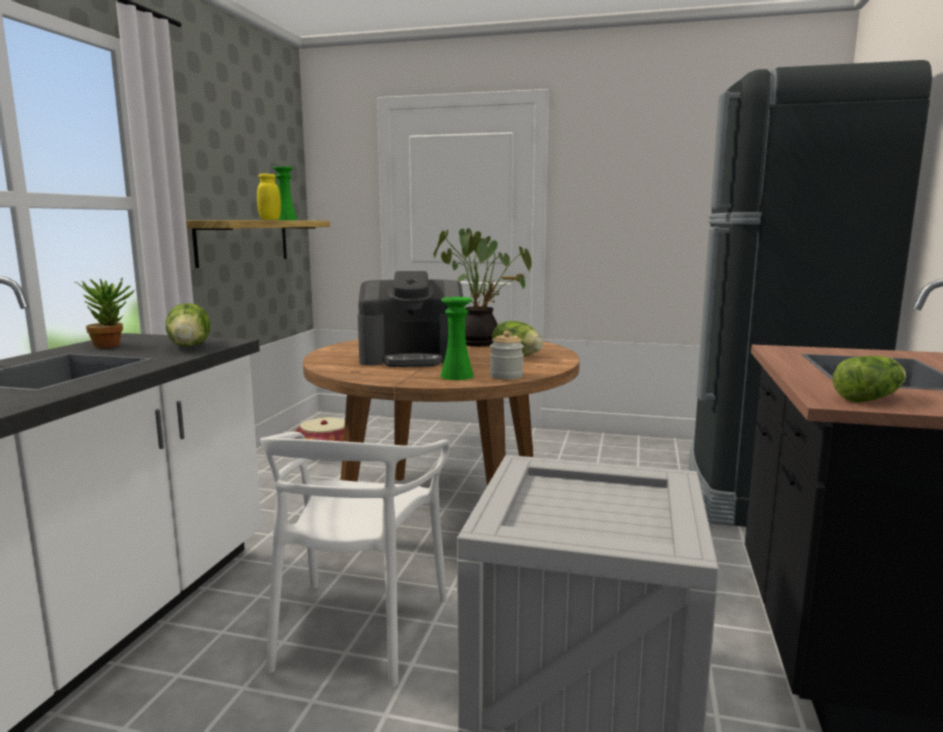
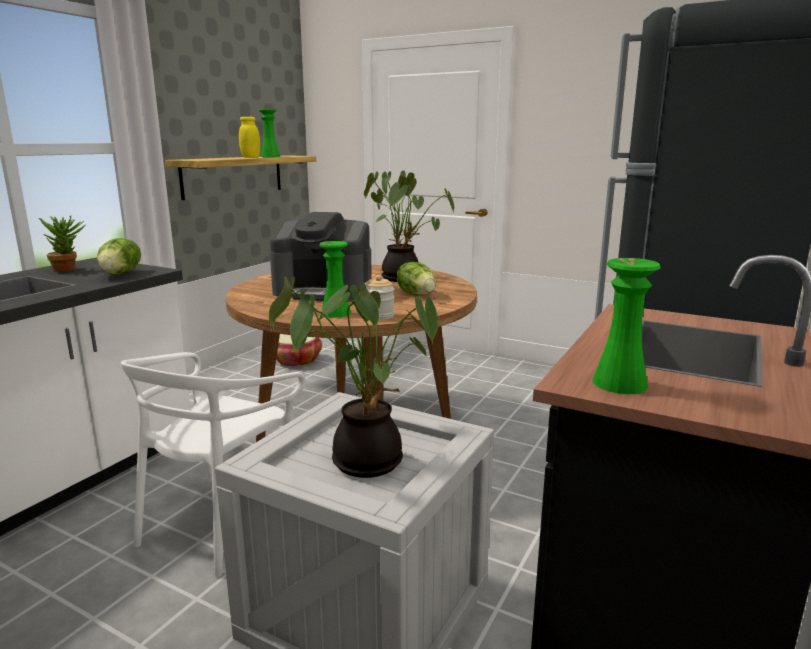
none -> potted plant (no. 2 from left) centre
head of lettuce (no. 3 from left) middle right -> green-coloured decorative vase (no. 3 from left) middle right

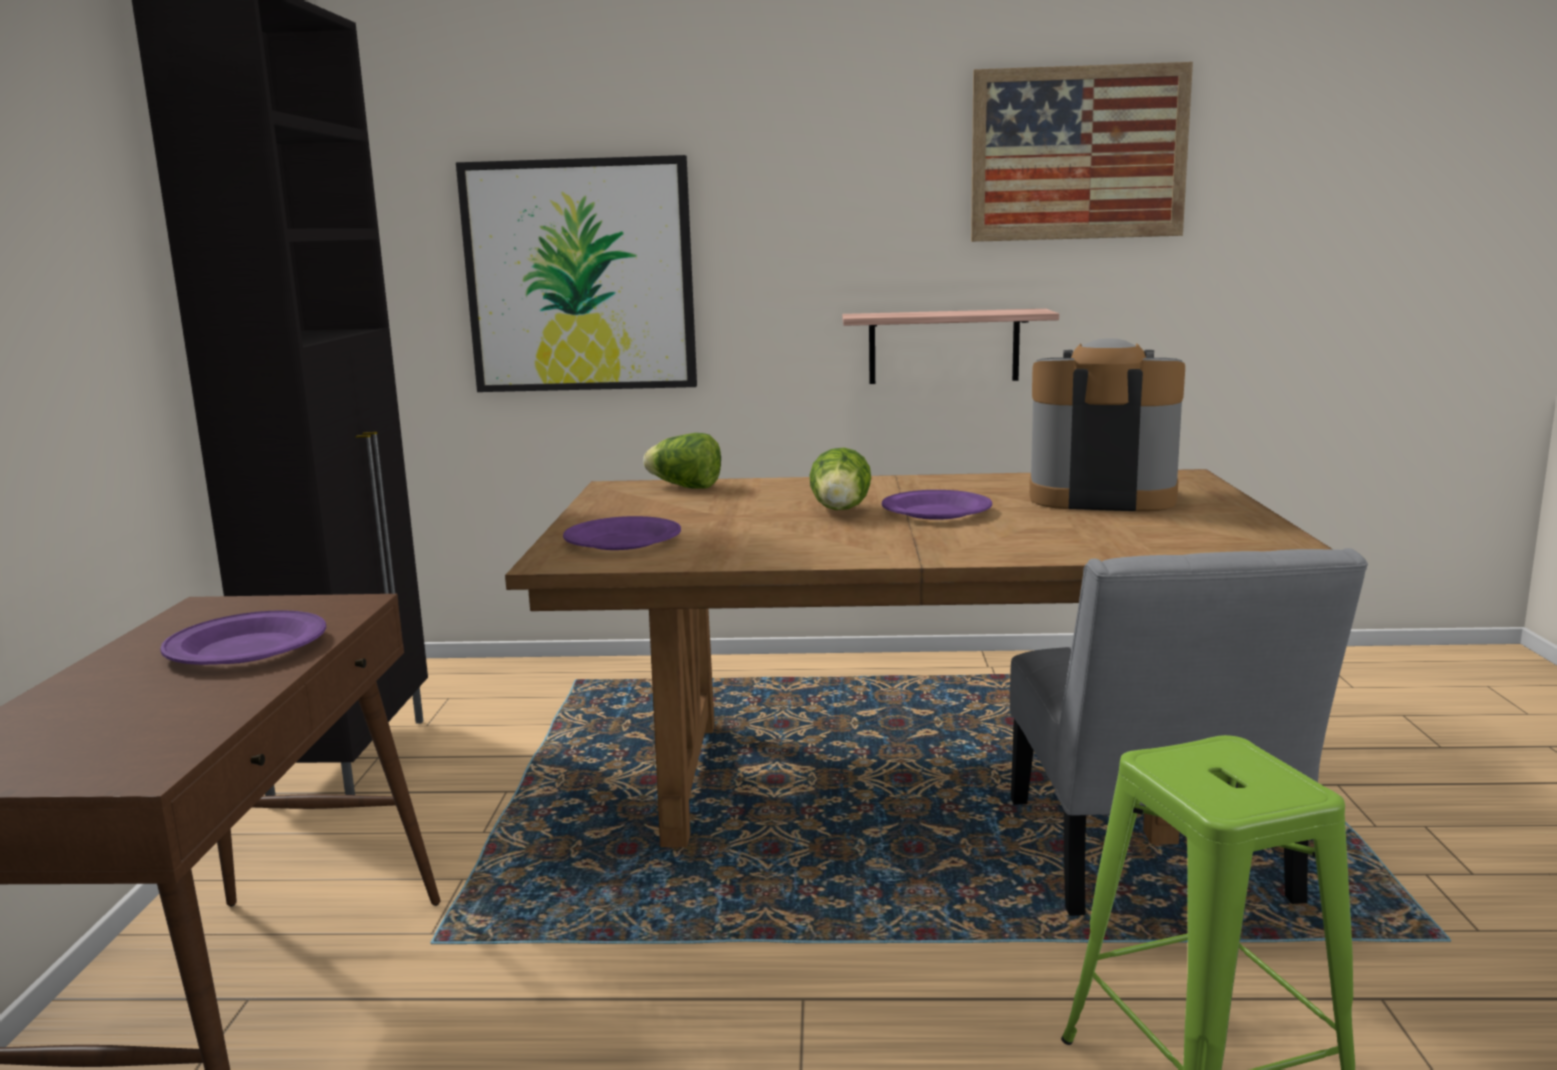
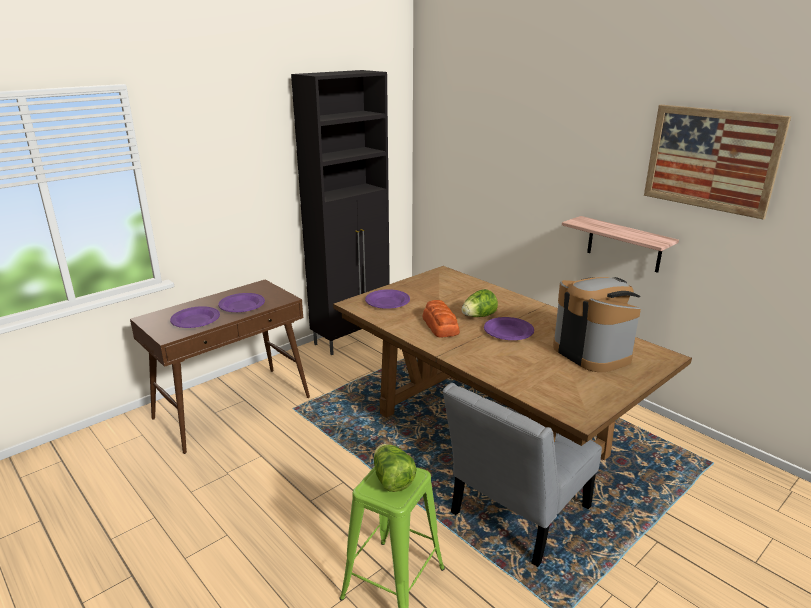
none -> purple flat dish (no. 1 from left) middle left
head of lettuce (no. 1 from left) centre -> head of lettuce (no. 1 from left) bottom centre, relocated
none -> baked bread centre
wall picture (no. 1 from left) top centre -> none

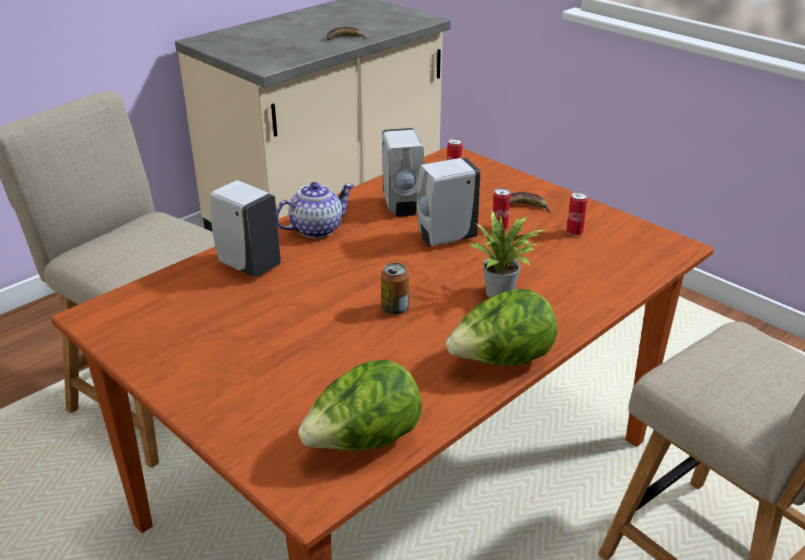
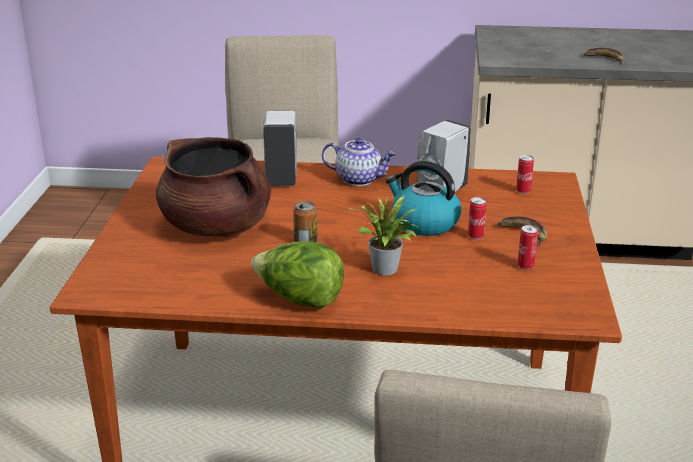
none -> brownish cooking pot middle left
white-coloured soap dispenser (no. 3 from left) centre -> water kettle centre
head of lettuce (no. 1 from left) bottom centre -> none

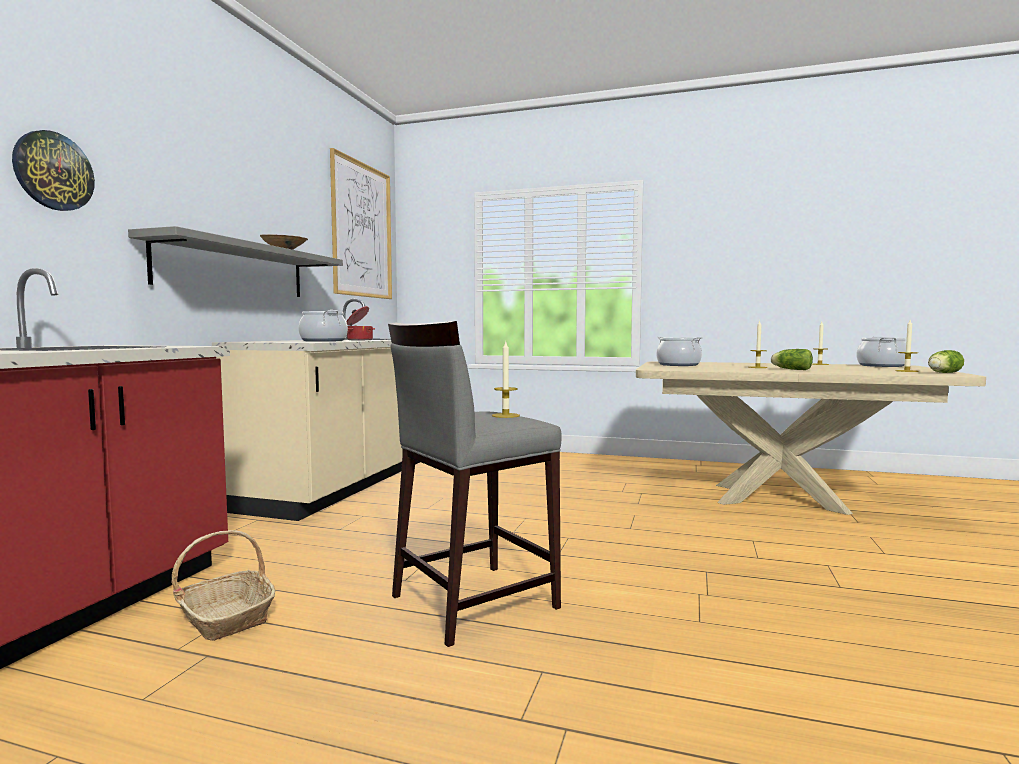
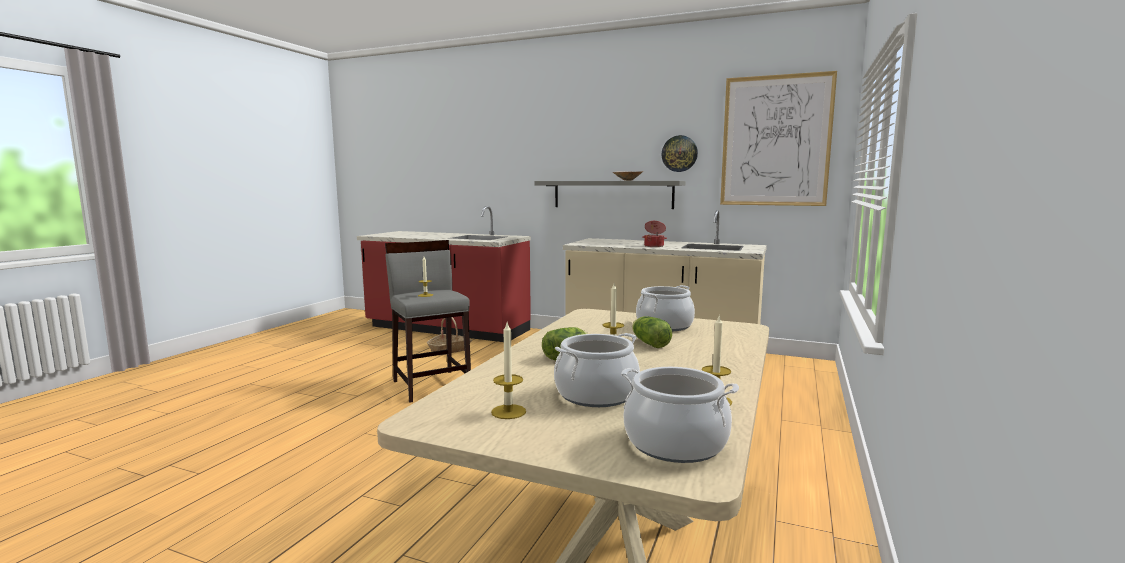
cooking pot (no. 1 from left) middle left -> cooking pot (no. 1 from left) centre, relocated
head of lettuce (no. 2 from left) middle right -> head of lettuce (no. 2 from left) centre, relocated
clock on the wall top left -> clock on the wall top centre, relocated

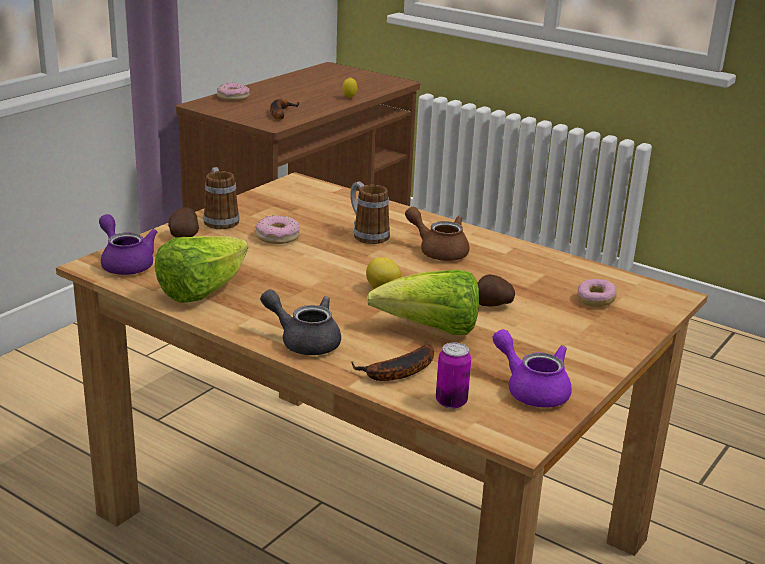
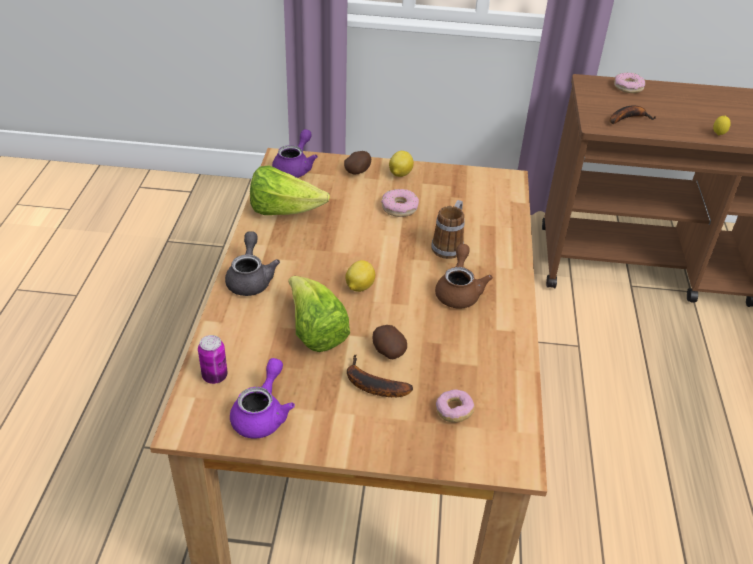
whole banana (no. 2 from left in the first image) centre -> whole banana (no. 1 from left) bottom centre, relocated
coffee mug (no. 1 from left) middle left -> citrus fruit (no. 2 from left) top centre

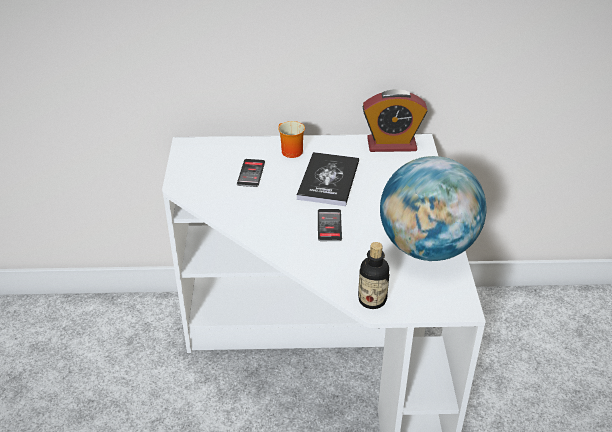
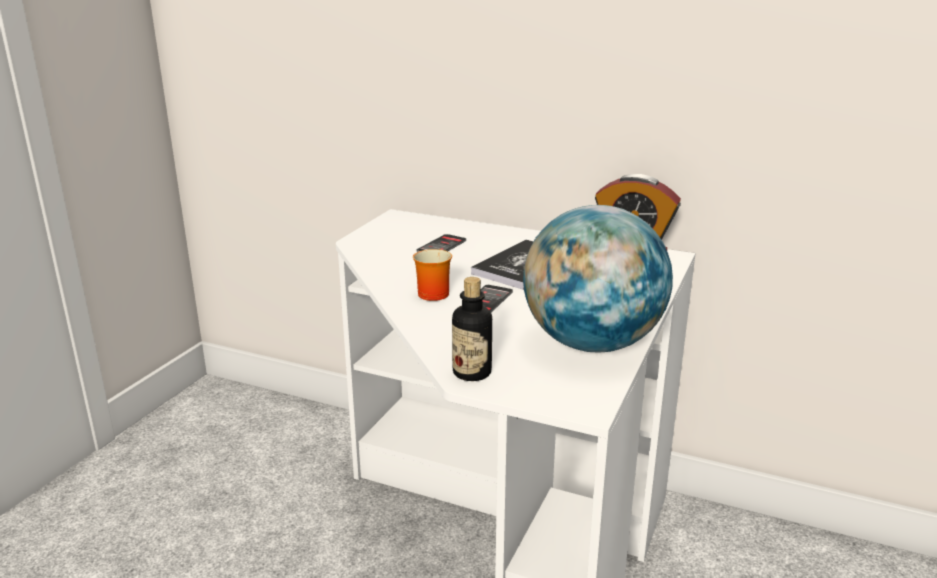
coffee mug top centre -> coffee mug centre, relocated

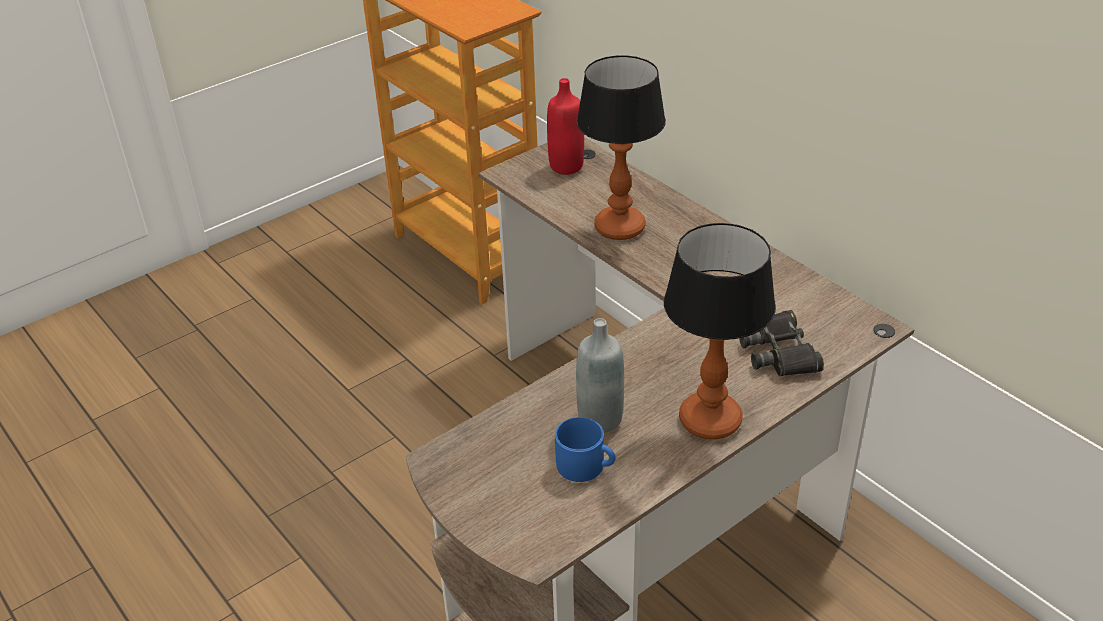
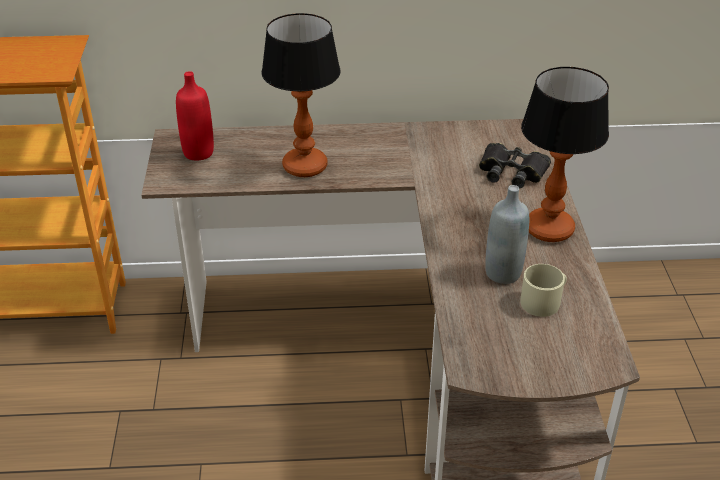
bluish coffee mug bottom centre -> sand-coloured coffee mug middle right

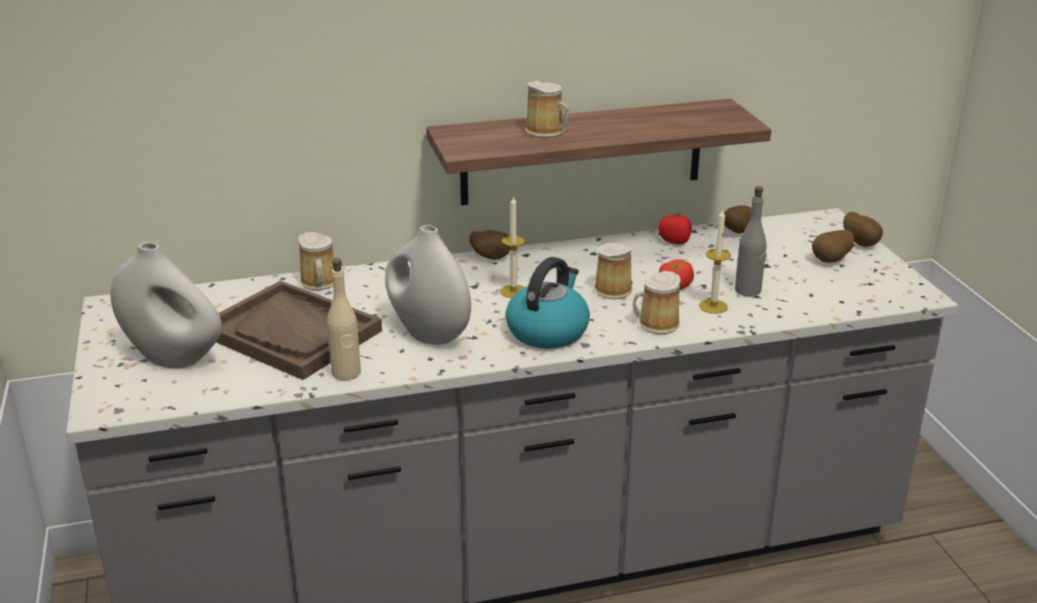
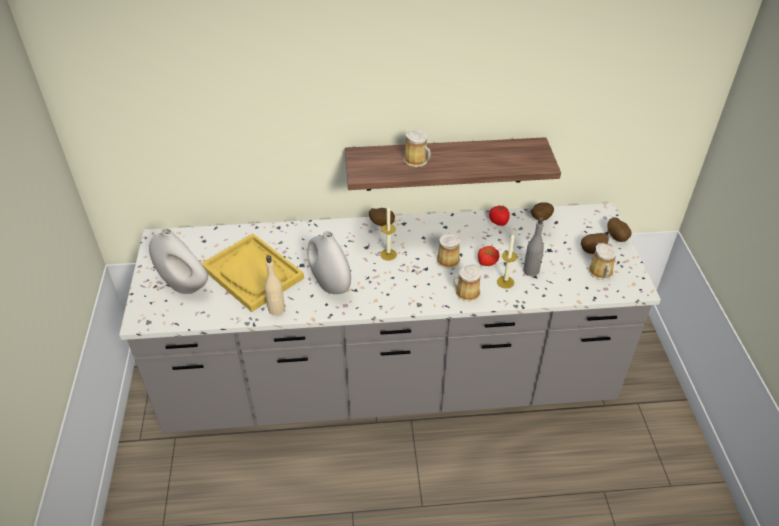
brownish serving tray middle left -> yellowish serving tray middle left
coffee mug (no. 1 from left in the first image) middle left -> coffee mug (no. 4 from left) middle right, relocated
water kettle centre -> none

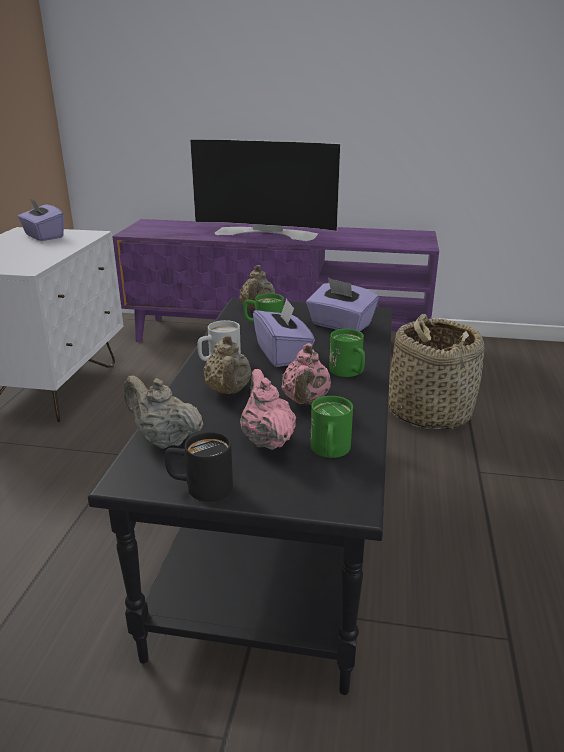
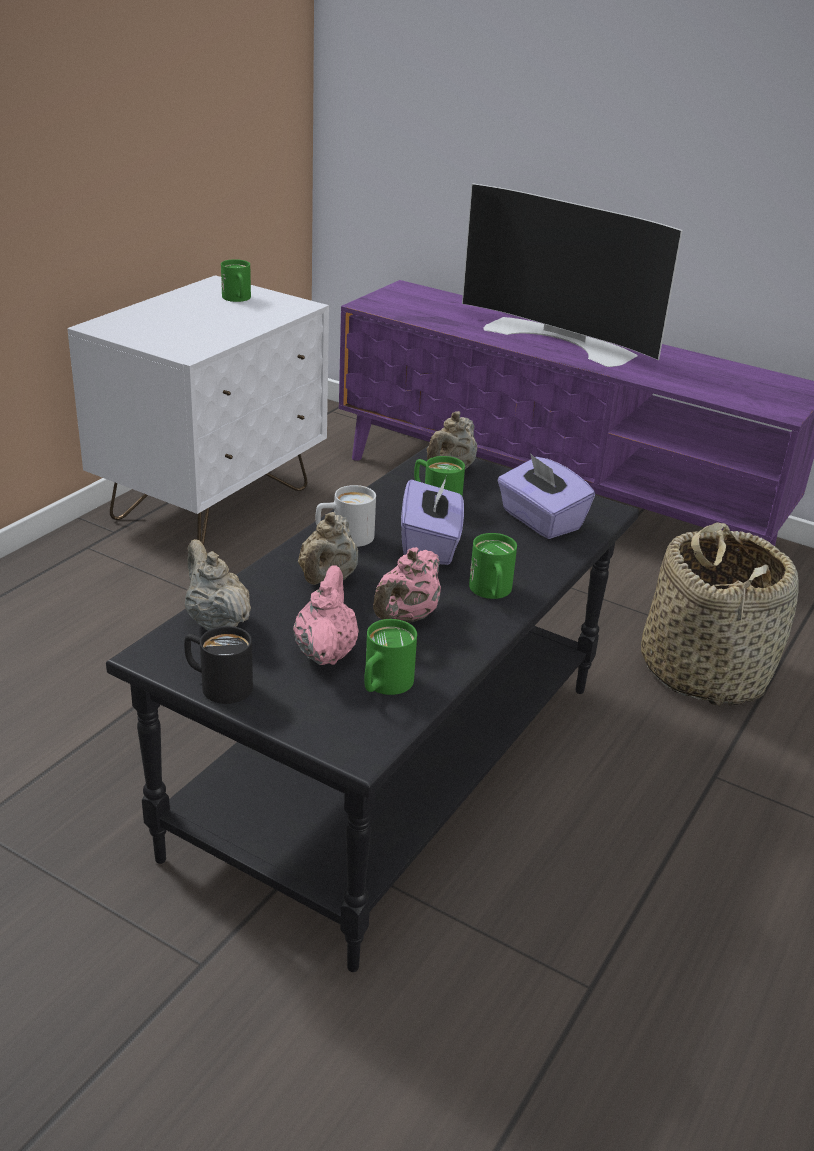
purple tissue box (no. 1 from left) top left -> green-coloured coffee mug (no. 1 from left) top left

